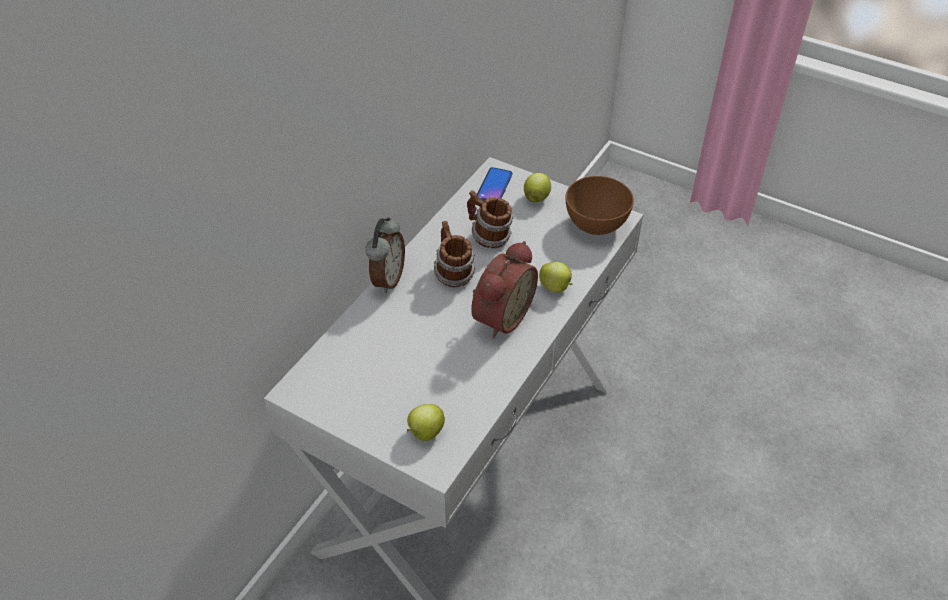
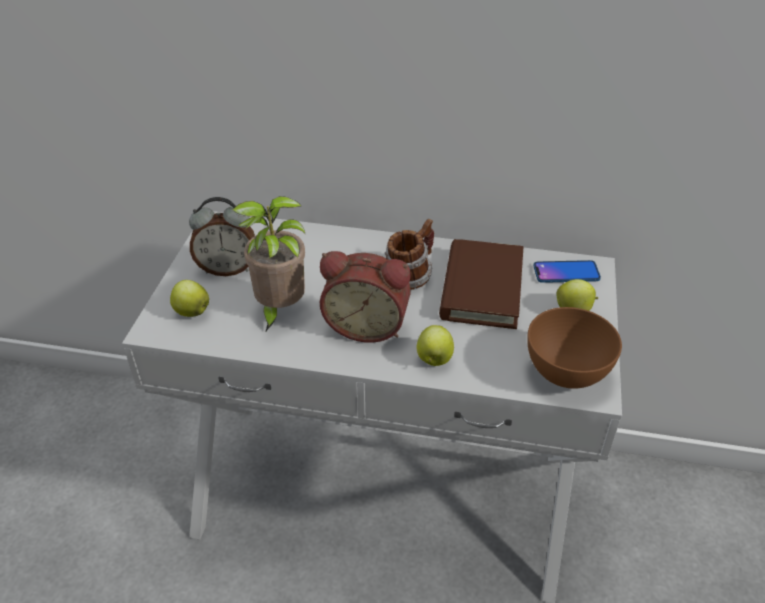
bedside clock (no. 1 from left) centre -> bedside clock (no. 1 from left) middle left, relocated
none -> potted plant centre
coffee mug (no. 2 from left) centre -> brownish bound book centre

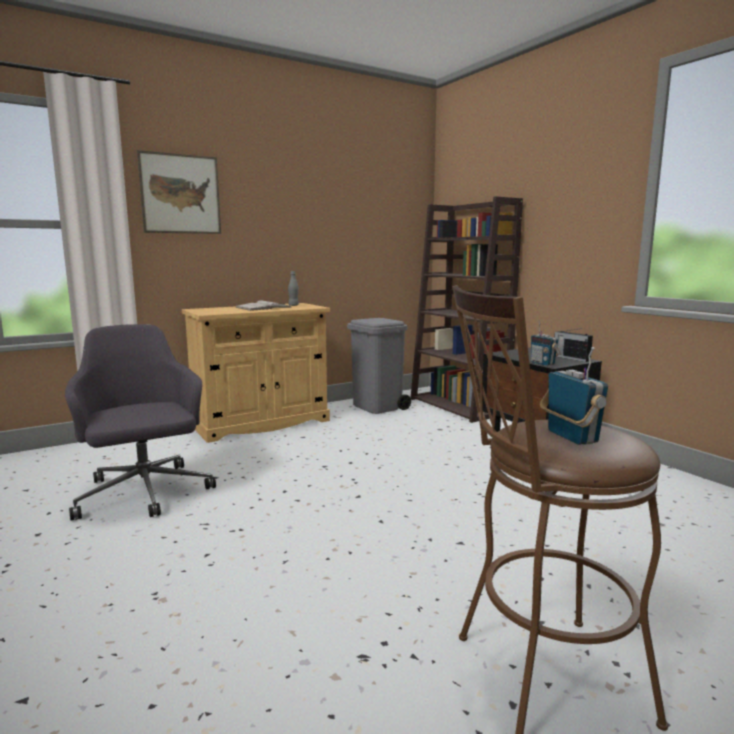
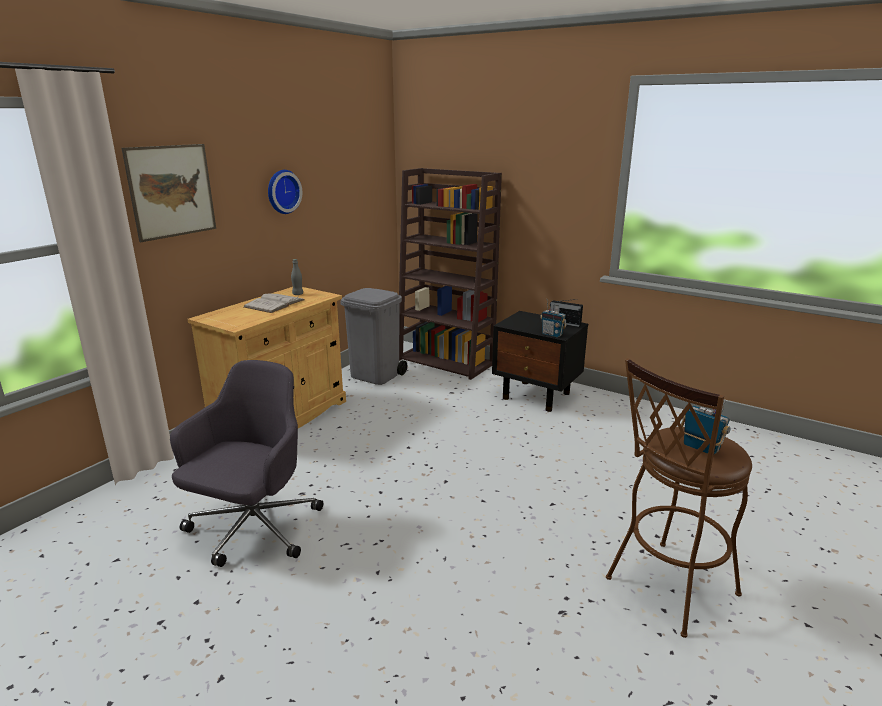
greyish office chair middle left, 75 degrees clockwise
none -> clock on the wall top left

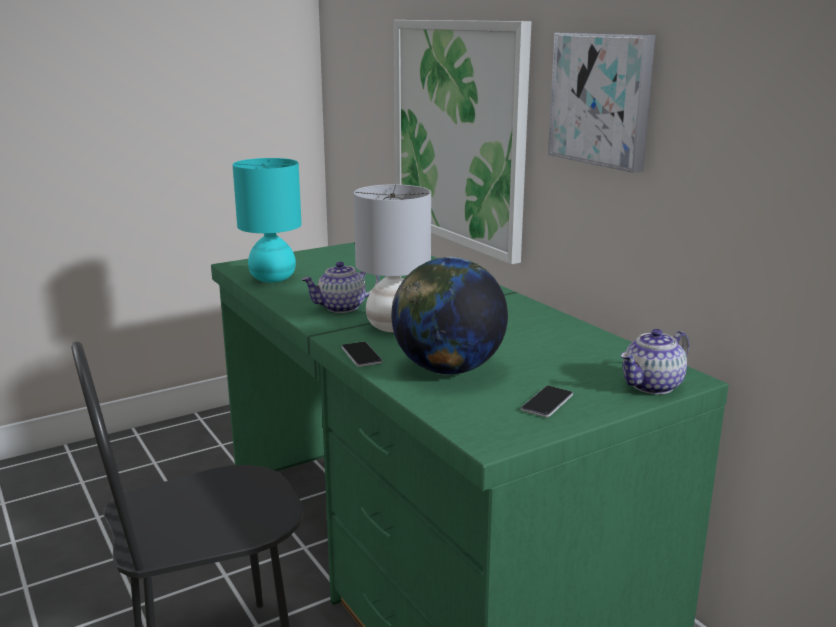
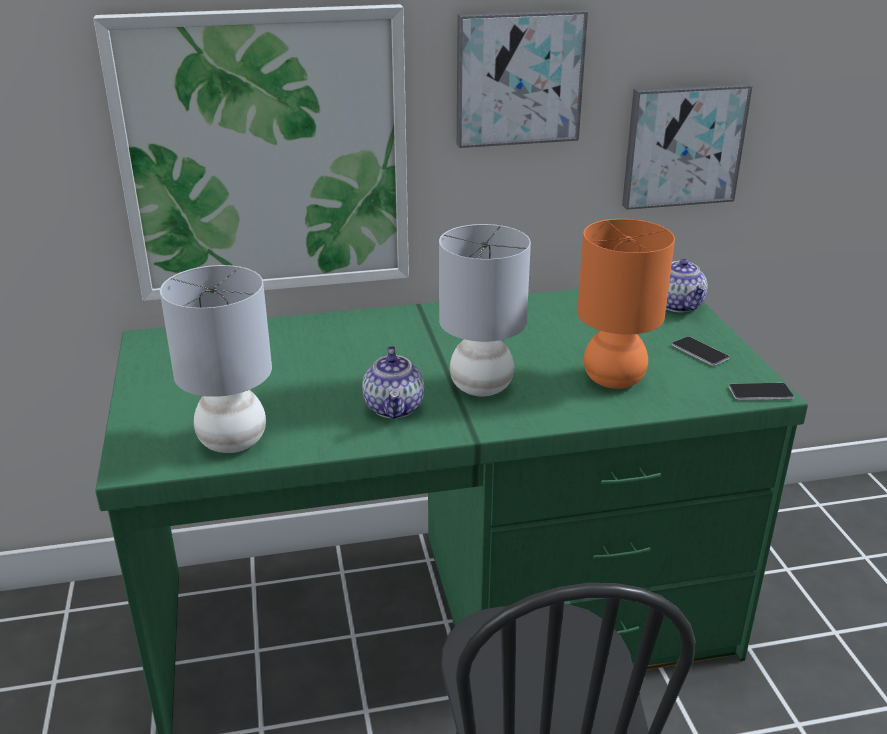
turquoise-coloured lamp for a table middle left -> greyish lamp for a table (no. 1 from left) middle left
globe centre -> orange-coloured lamp for a table middle right
none -> wall picture (no. 3 from left) top right
telephone (no. 1 from left in the first image) centre -> telephone (no. 2 from left) middle right, relocated

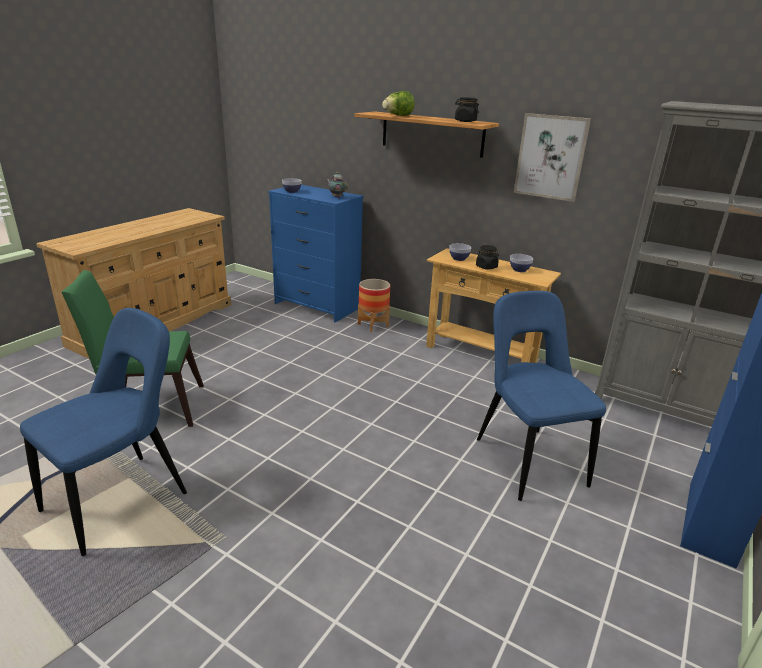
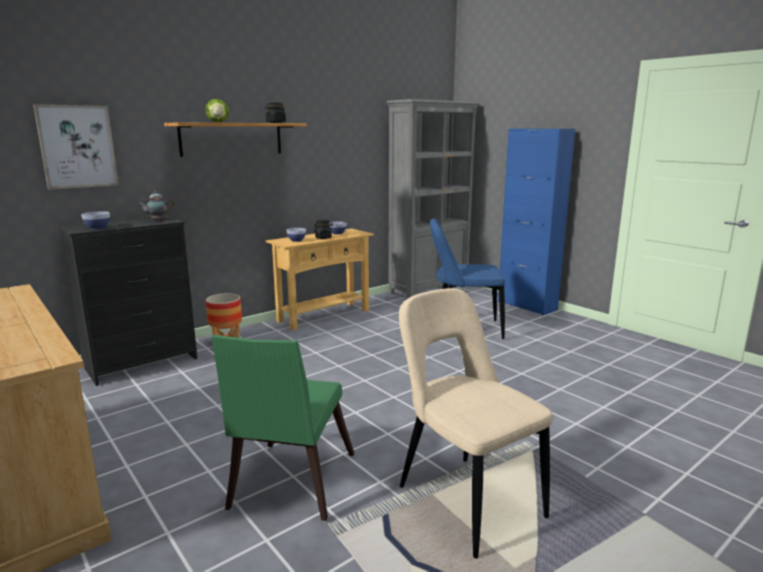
wall picture top right -> wall picture top left, relocated
bluish dresser centre -> black dresser middle left
bluish chair (no. 1 from left) middle left -> sand-coloured chair bottom centre

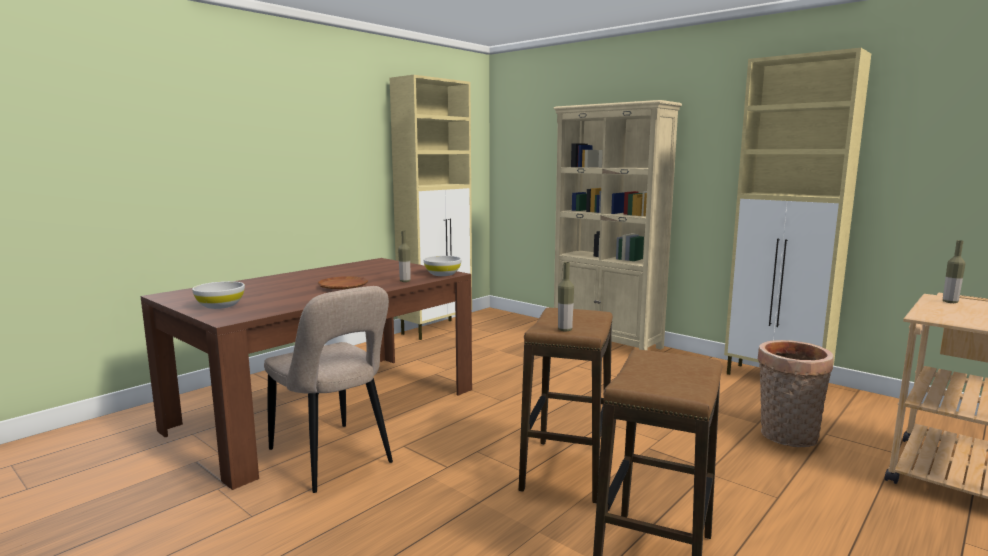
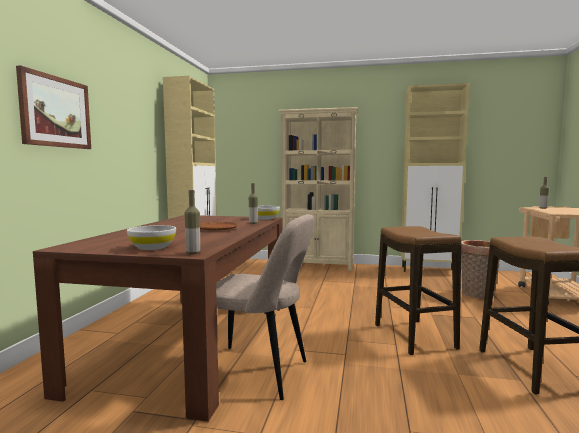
none -> wall picture top left
beverage bottle (no. 2 from left in the first image) centre -> beverage bottle (no. 1 from left) middle left, relocated

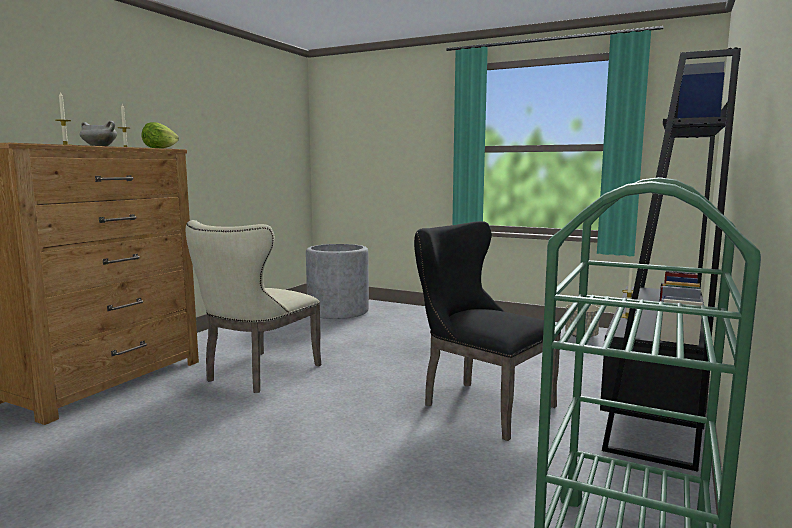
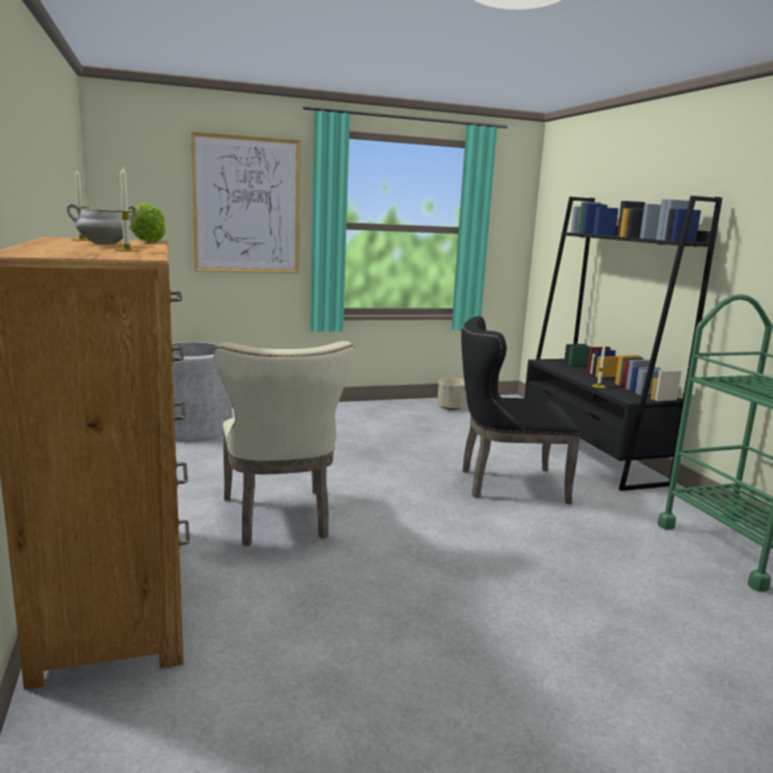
none -> wall picture top left

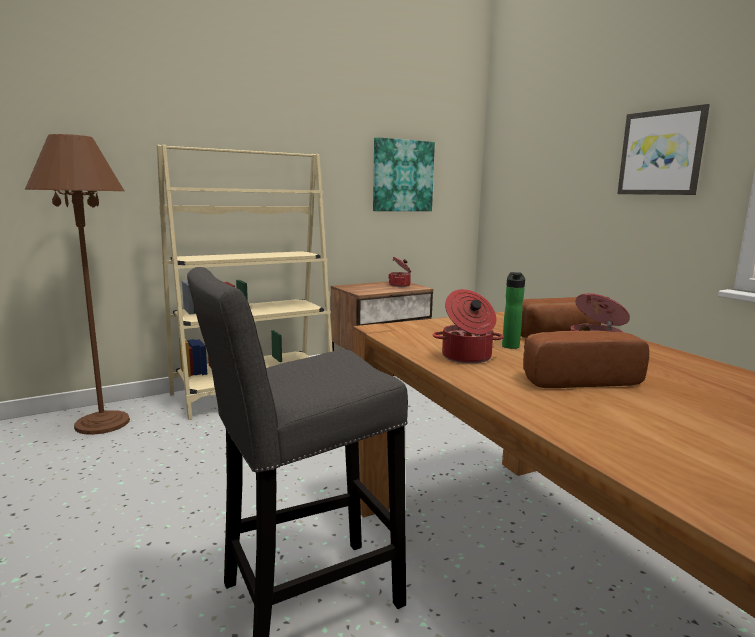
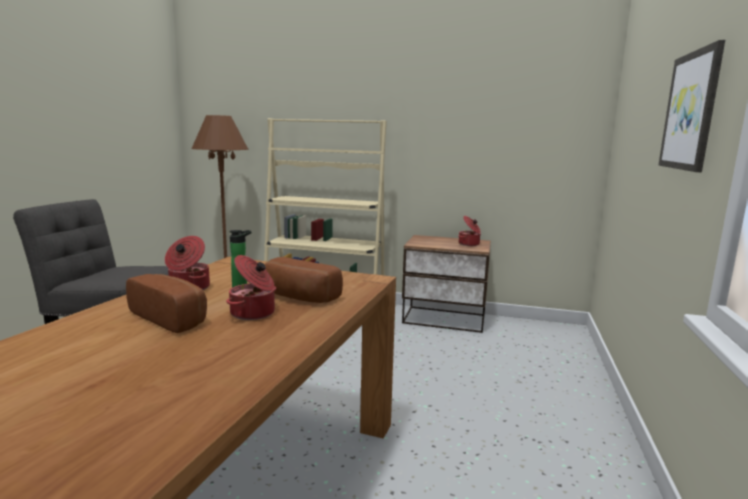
wall picture (no. 1 from left) top centre -> none

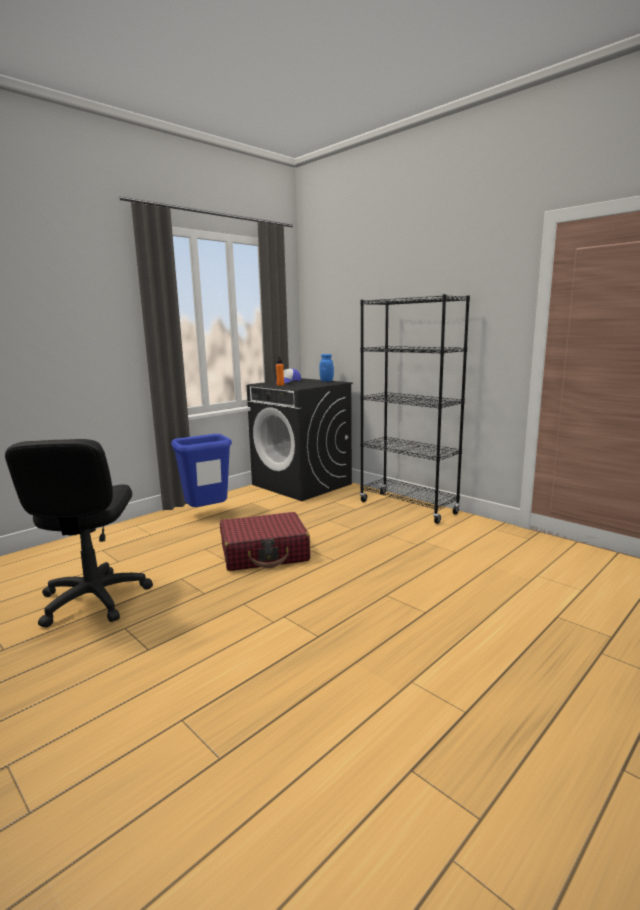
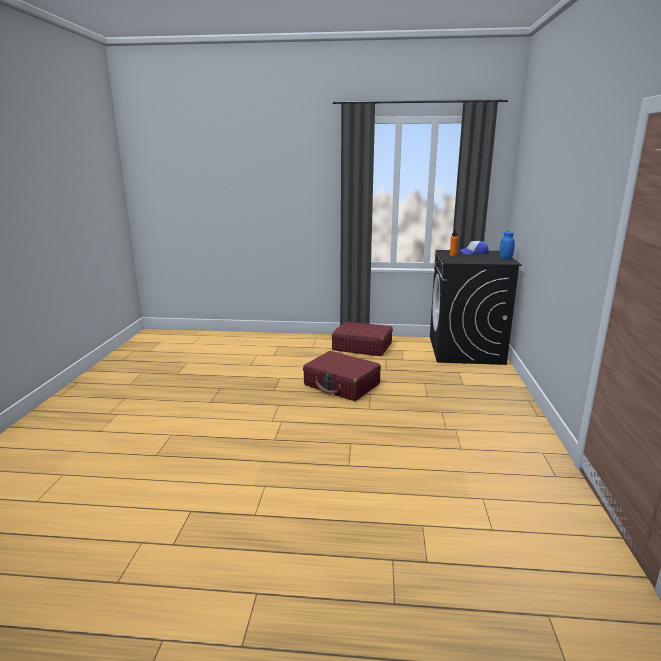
bluish trash can middle left -> red travel case (no. 2 from left) centre
black office chair middle left -> none
black shelving unit centre -> none

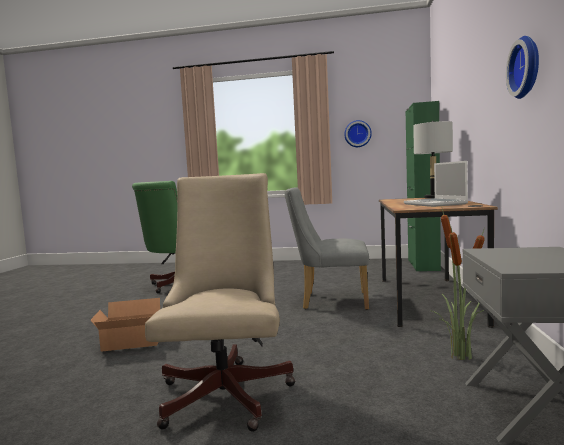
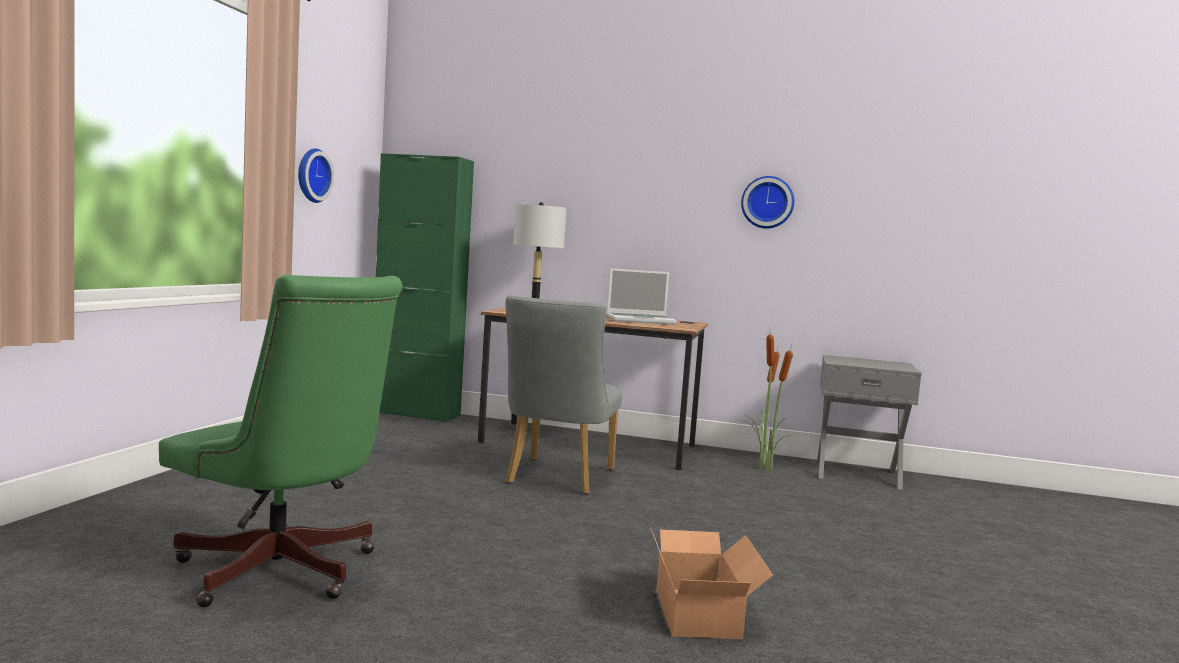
sand-coloured office chair bottom centre -> none

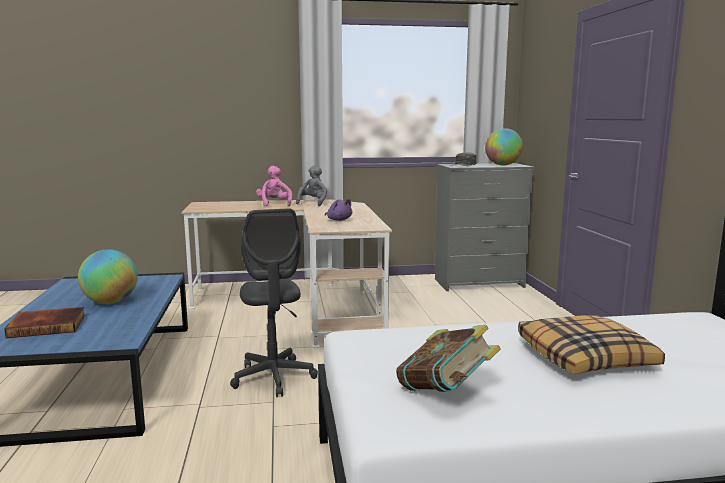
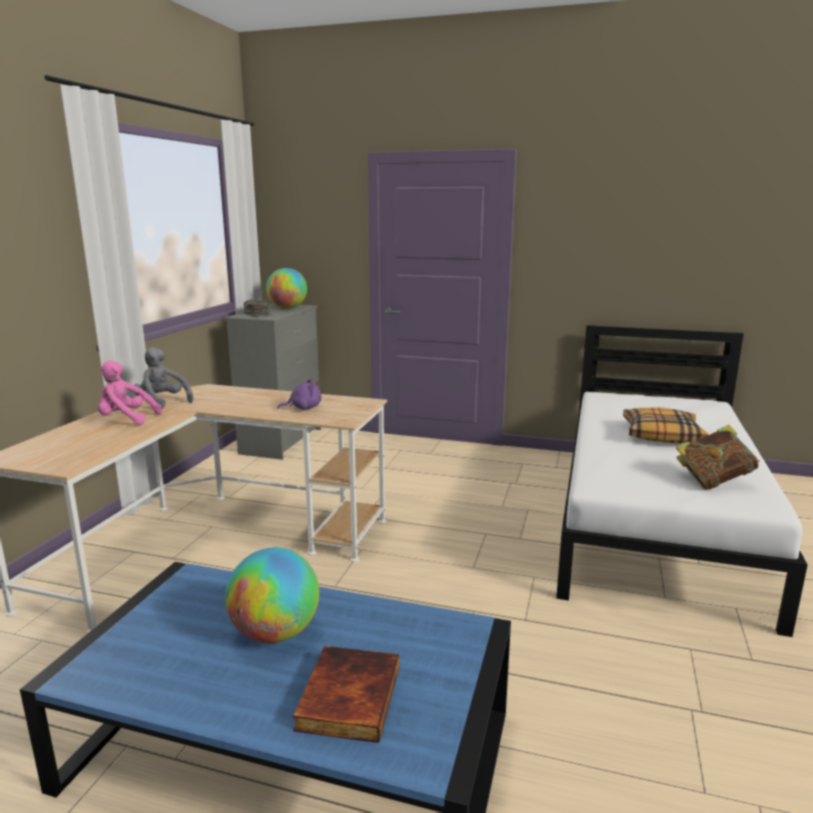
greyish office chair centre -> none

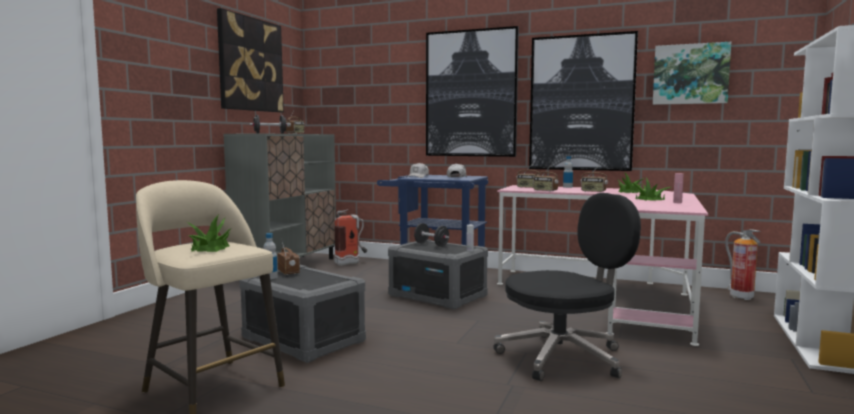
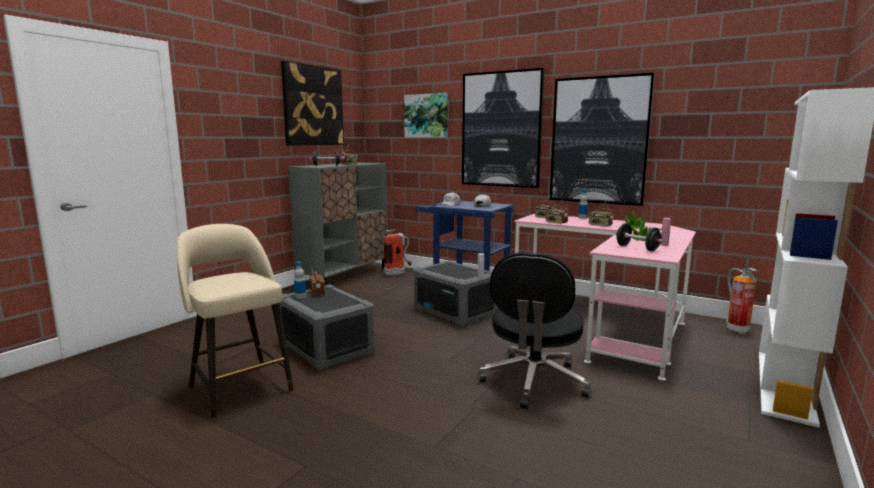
wall picture (no. 4 from left in the first image) top right -> wall picture (no. 2 from left) top centre, relocated
black office chair bottom centre, 120 degrees clockwise
black free weight (no. 2 from left) centre -> black free weight (no. 2 from left) middle right, relocated
potted plant (no. 1 from left) middle left -> none

